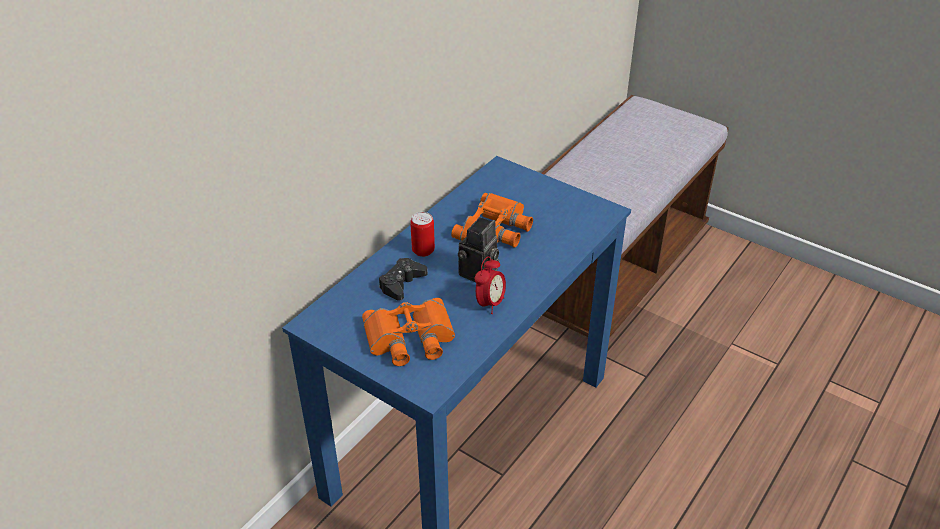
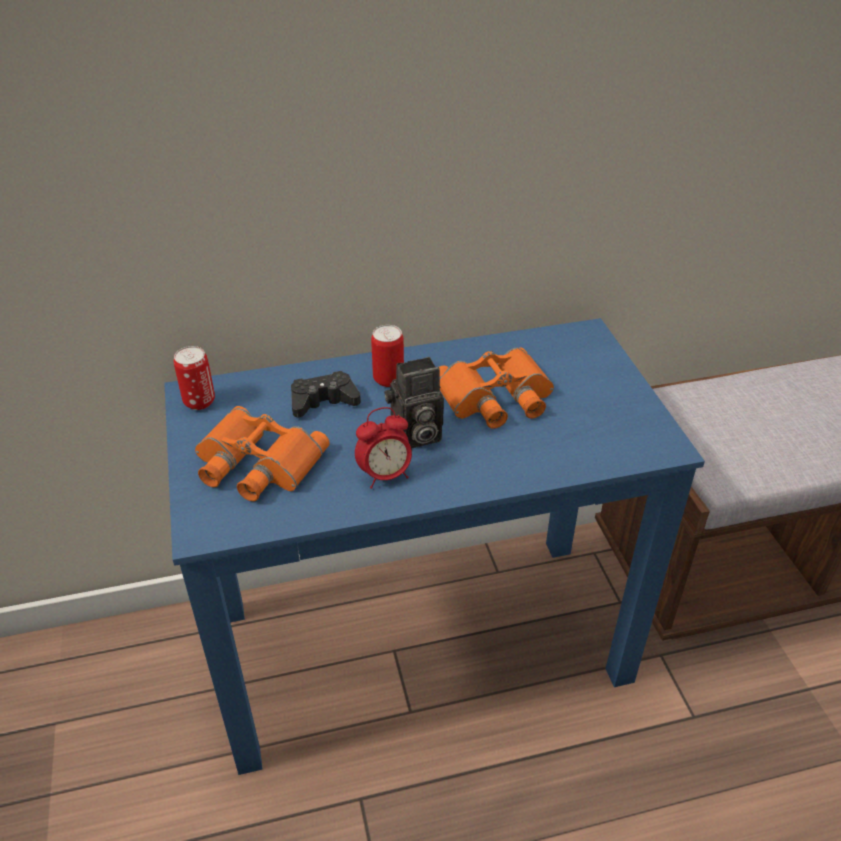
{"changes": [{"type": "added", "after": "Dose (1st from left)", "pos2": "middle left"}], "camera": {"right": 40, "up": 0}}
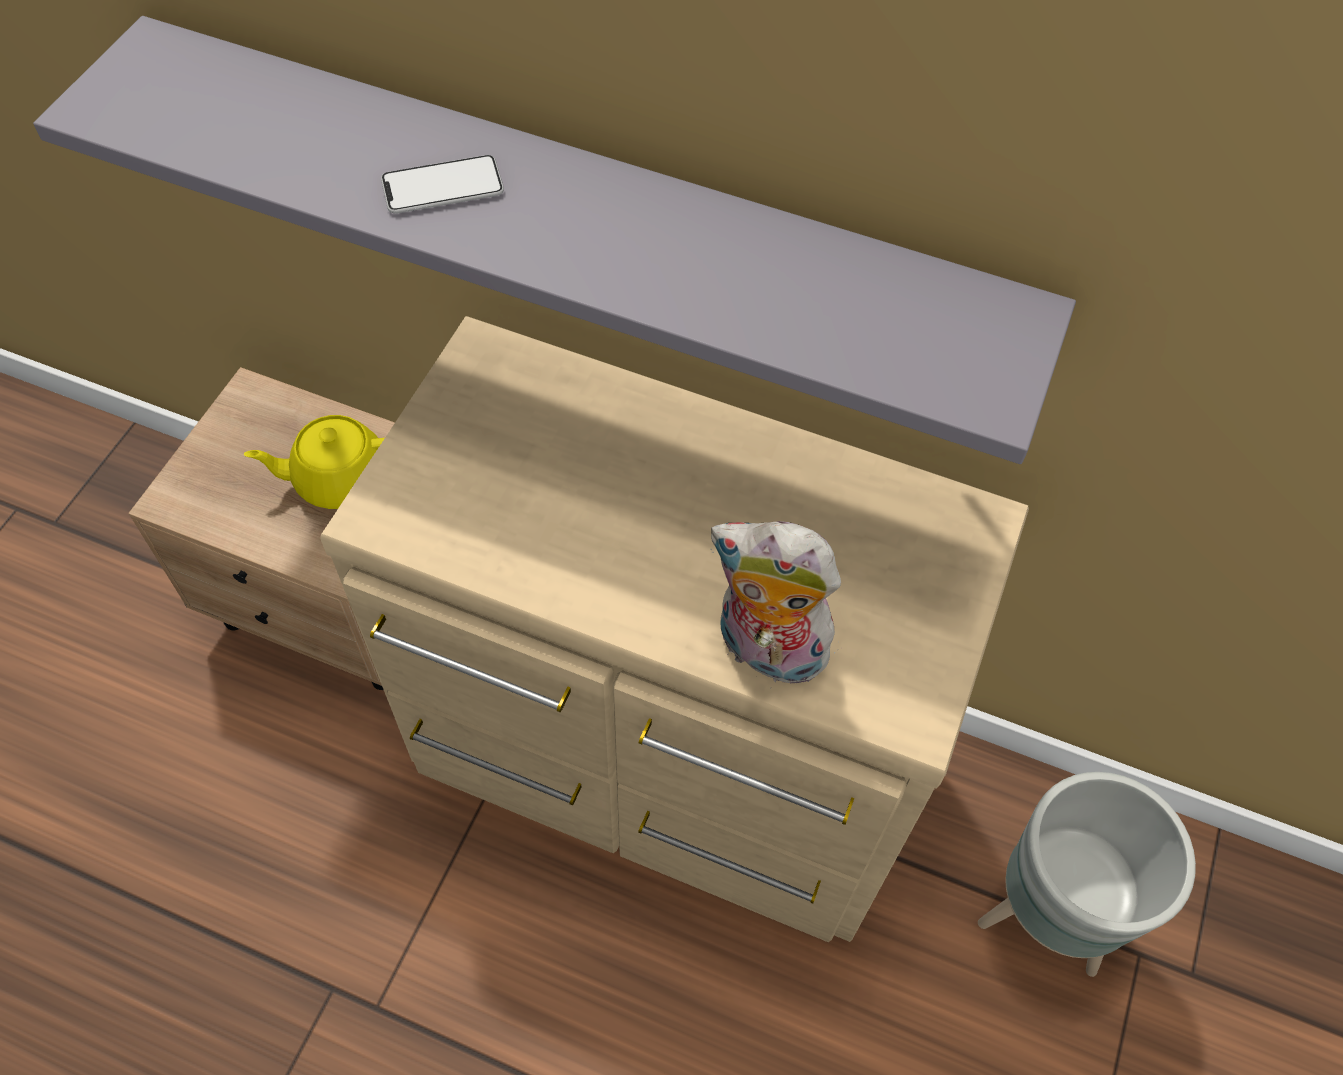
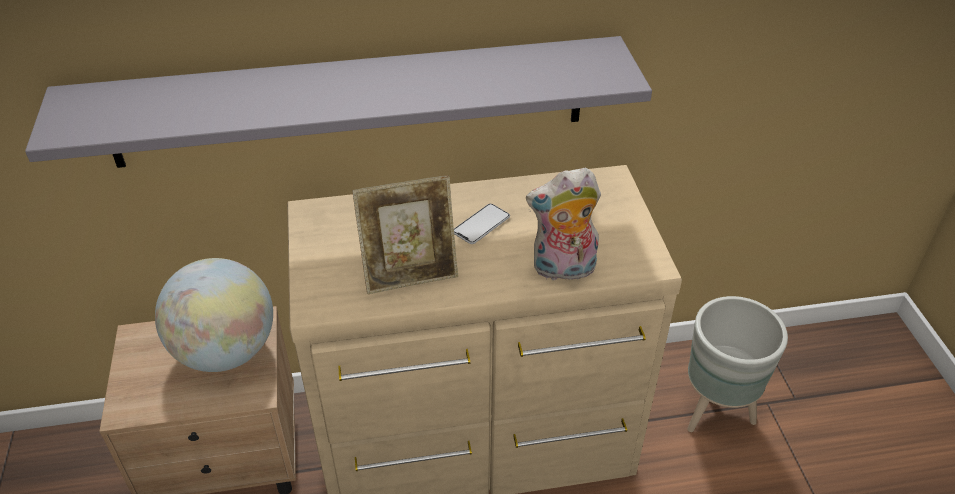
{"changes": [{"type": "added", "after": "Bilderrahmen", "pos2": "centre"}, {"type": "moved", "before": "Handy", "pos1": "top left", "pos2": "centre"}, {"type": "replaced", "before": "Teekanne [gelb]", "after": "Globus", "pos1": "middle left", "pos2": "middle left"}], "camera": {"right": -30, "up": -15}}
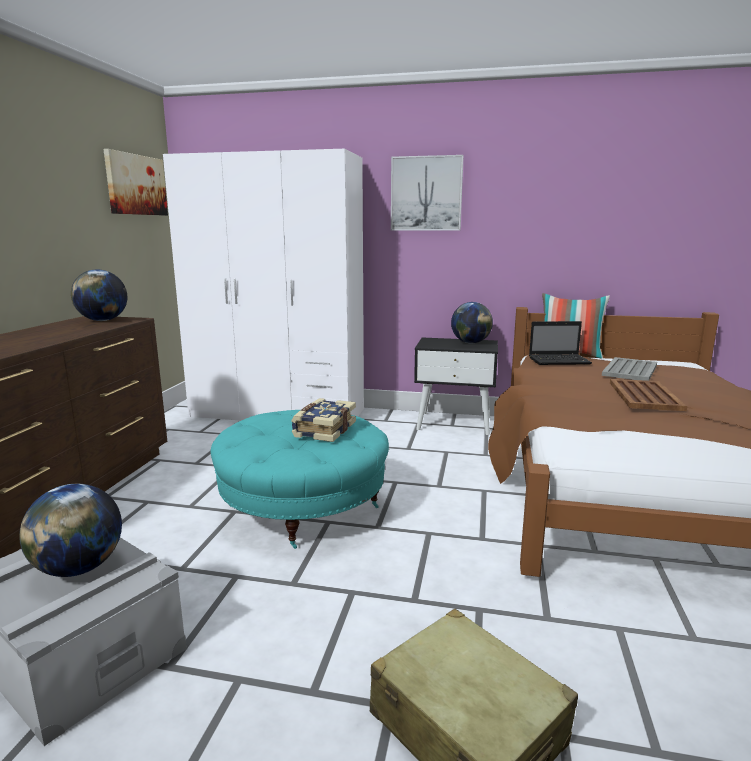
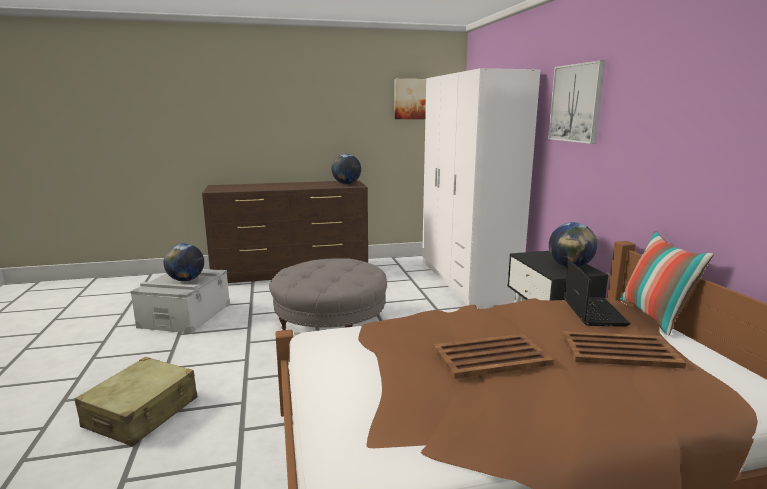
{"changes": [{"type": "removed", "before": "Buch", "pos1": "centre"}, {"type": "recoloured", "before": "Polsterhocker [türkis]", "after": "Polsterhocker [grau]", "pos1": "centre", "pos2": "centre"}, {"type": "recoloured", "before": "Tablett [grau]", "after": "Tablett [braun] (2nd from left)", "pos1": "middle right", "pos2": "bottom right"}, {"type": "turned", "before": "Laptop", "pos1": "middle right", "pos2": "middle right", "turn": -150}], "camera": {"right": 65, "up": 0}}
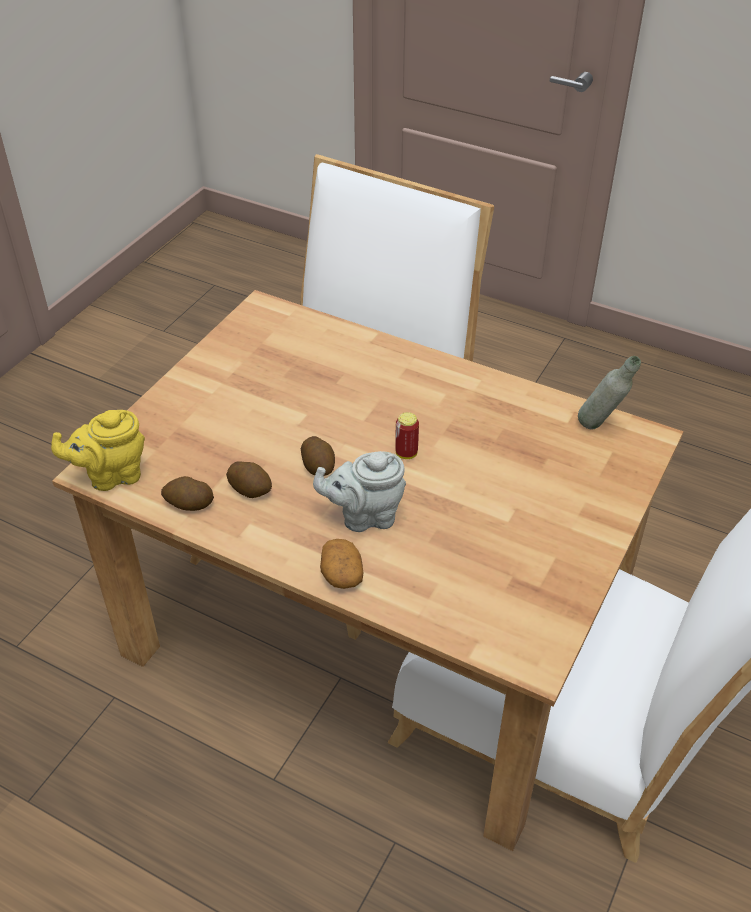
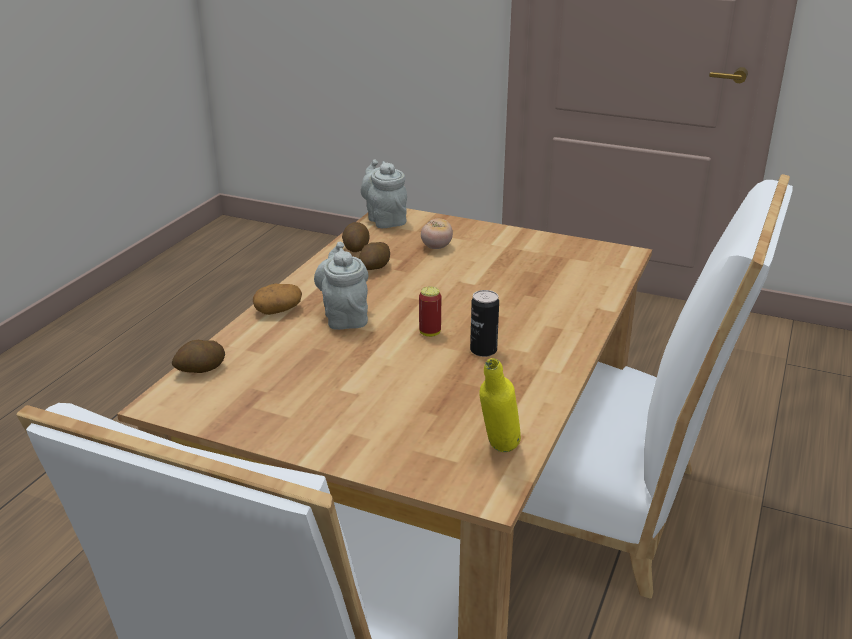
{"changes": [{"type": "added", "after": "Tomate", "pos2": "centre"}, {"type": "added", "after": "Dose (2nd from left)", "pos2": "centre"}, {"type": "moved", "before": "Kartoffel (3rd from left in the first image)", "after": "Kartoffel (1st from left)", "pos1": "centre", "pos2": "middle left"}, {"type": "recoloured", "before": "Teekanne [gelb]", "after": "Teekanne [grau] (2nd from left)", "pos1": "middle left", "pos2": "top centre"}, {"type": "recoloured", "before": "Flasche [grau]", "after": "Flasche [gelb]", "pos1": "middle right", "pos2": "centre"}], "camera": {"right": 85, "up": -15}}
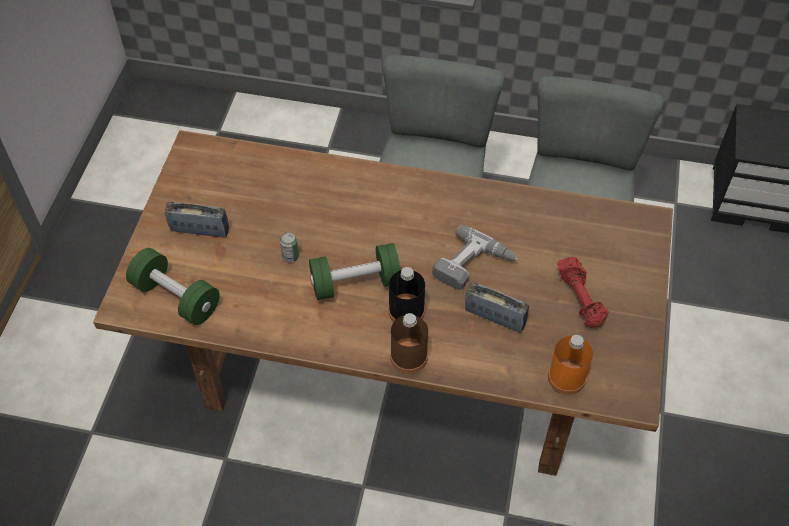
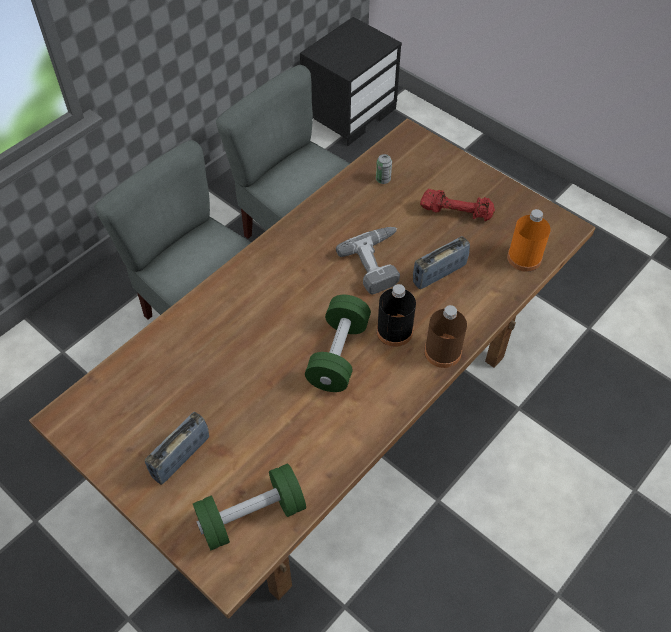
{"changes": [{"type": "moved", "before": "Dose", "pos1": "centre", "pos2": "top centre"}], "camera": {"right": -60, "up": 0}}
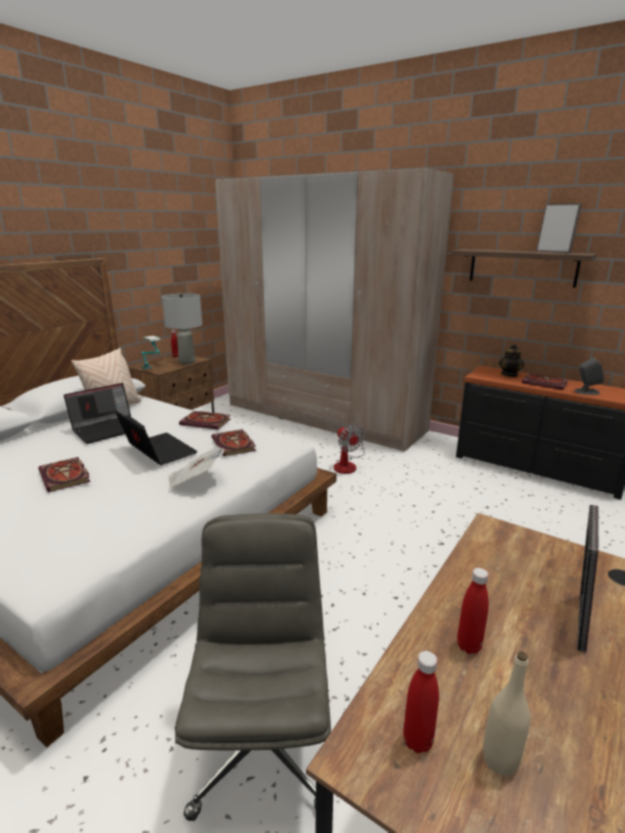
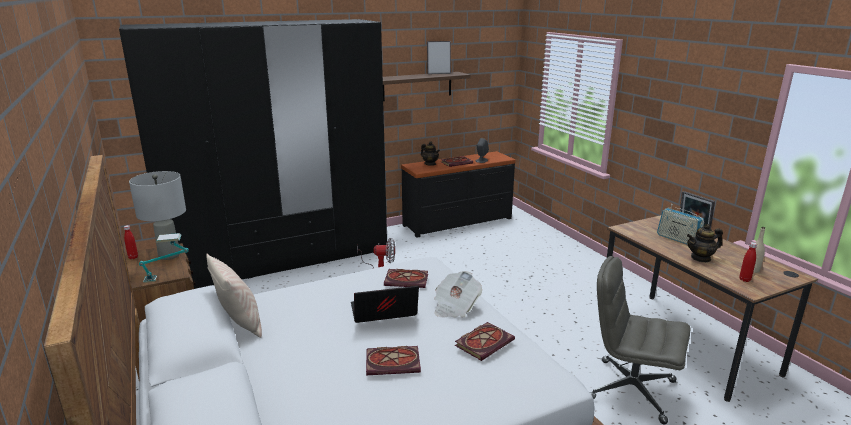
{"changes": [{"type": "removed", "before": "Laptop (1st from left)", "pos1": "middle left"}, {"type": "added", "after": "Radio", "pos2": "middle right"}, {"type": "moved", "before": "Buch (2nd from left in the first image)", "after": "Buch (4th from left)", "pos1": "middle left", "pos2": "bottom centre"}, {"type": "replaced", "before": "Flasche [rot] (3rd from left)", "after": "Teekanne (2nd from left)", "pos1": "bottom right", "pos2": "middle right"}, {"type": "recoloured", "before": "Kleiderschrank [beige]", "after": "Kleiderschrank [schwarz]", "pos1": "centre", "pos2": "middle left"}], "camera": {"right": -60, "up": 0}}
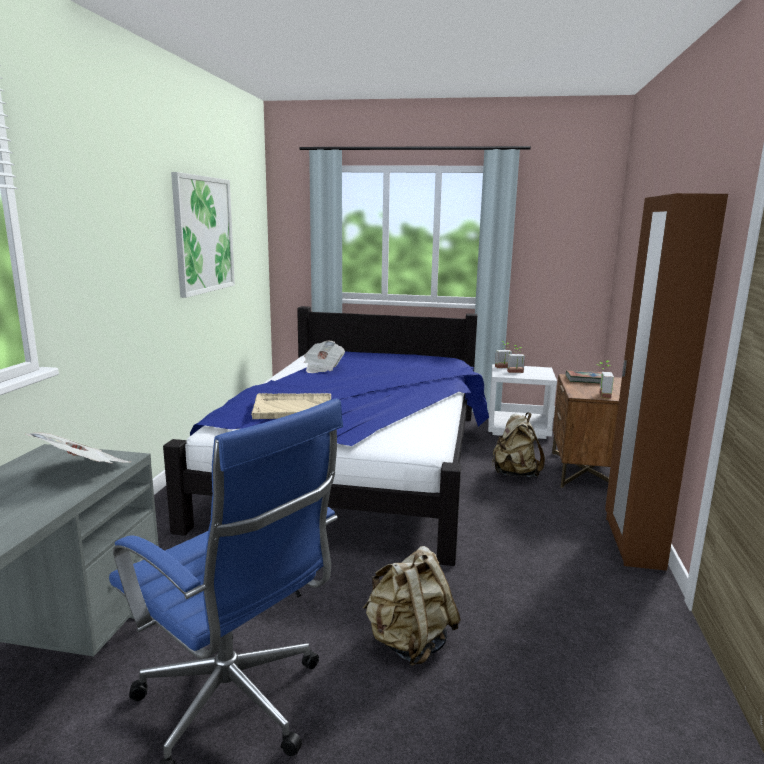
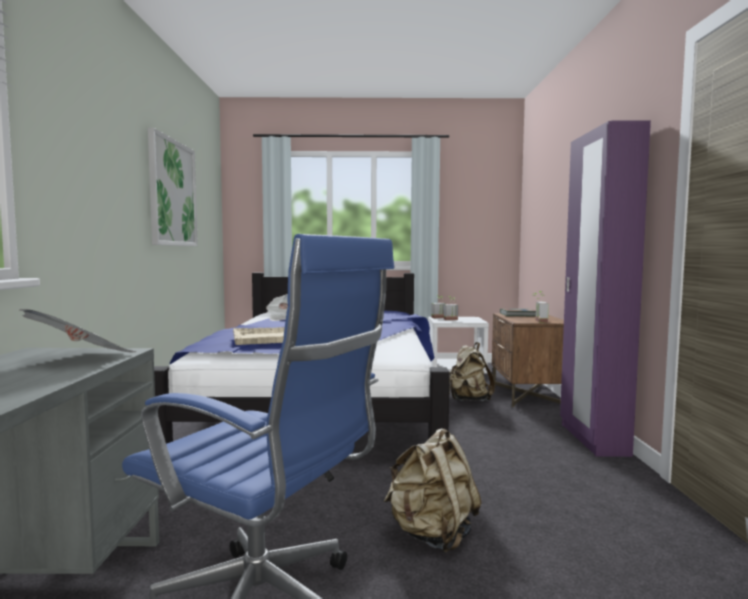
{"changes": [{"type": "recoloured", "before": "Kleiderschrank [braun]", "after": "Kleiderschrank [lila]", "pos1": "middle right", "pos2": "middle right"}], "camera": {"right": -10, "up": -10}}
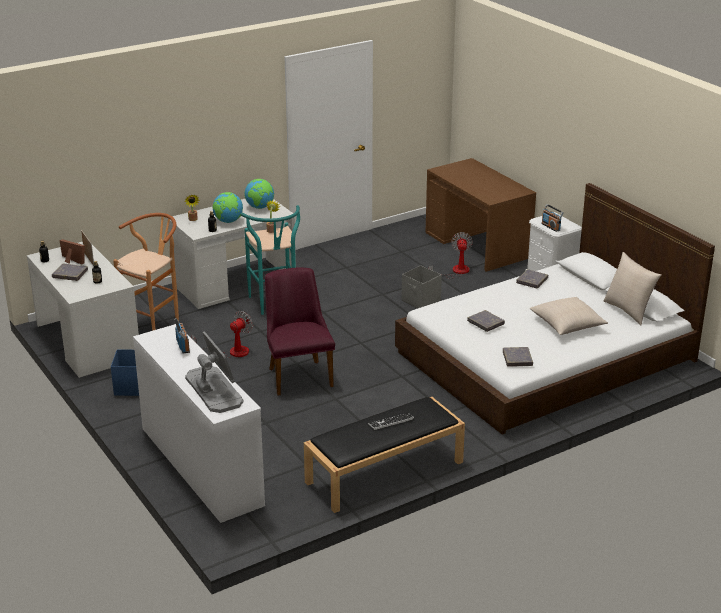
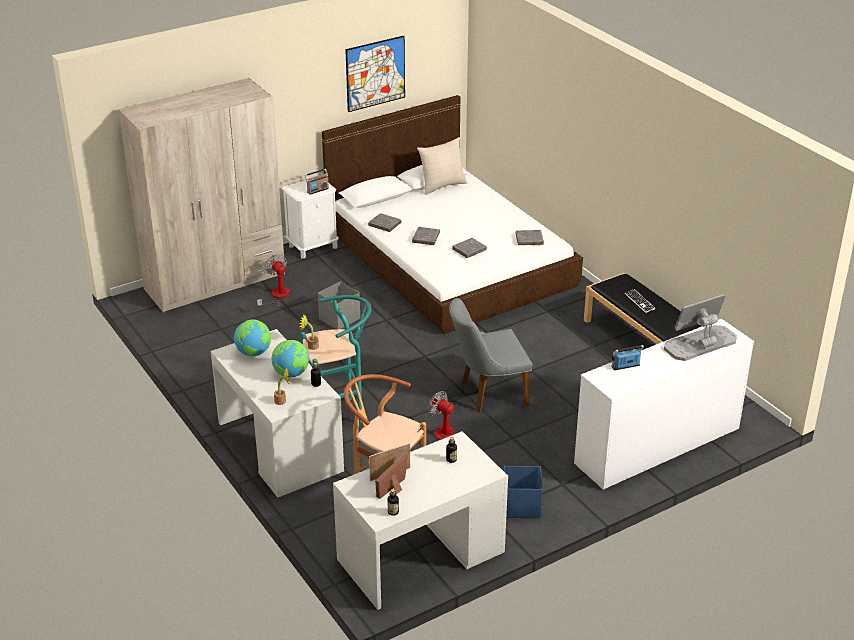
{"changes": [{"type": "removed", "before": "Kissen [beige] (1st from left)", "pos1": "middle right"}, {"type": "added", "after": "Bild", "pos2": "top centre"}, {"type": "moved", "before": "Buch [grau] (1st from left in the first image)", "after": "Buch [grau] (2nd from left)", "pos1": "middle left", "pos2": "centre"}, {"type": "replaced", "before": "Schreibtisch [braun]", "after": "Kleiderschrank [beige]", "pos1": "centre", "pos2": "top left"}, {"type": "recoloured", "before": "Stuhl [lila]", "after": "Stuhl [grau]", "pos1": "centre", "pos2": "centre"}, {"type": "turned", "before": "Ventilator (2nd from left in the first image)", "pos1": "centre", "pos2": "middle left", "turn": 60}], "camera": {"right": -90, "up": 5}}
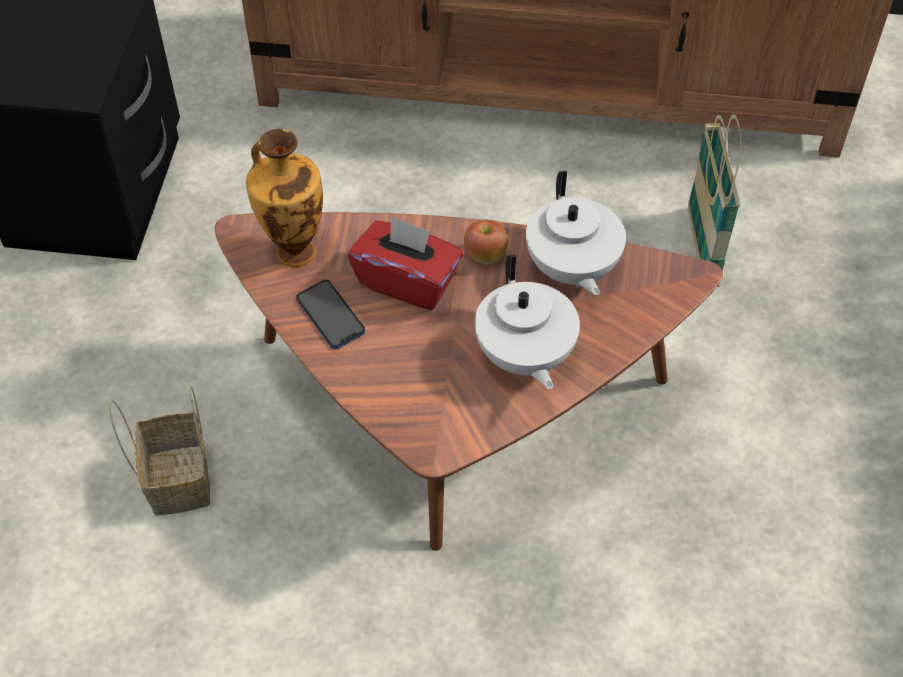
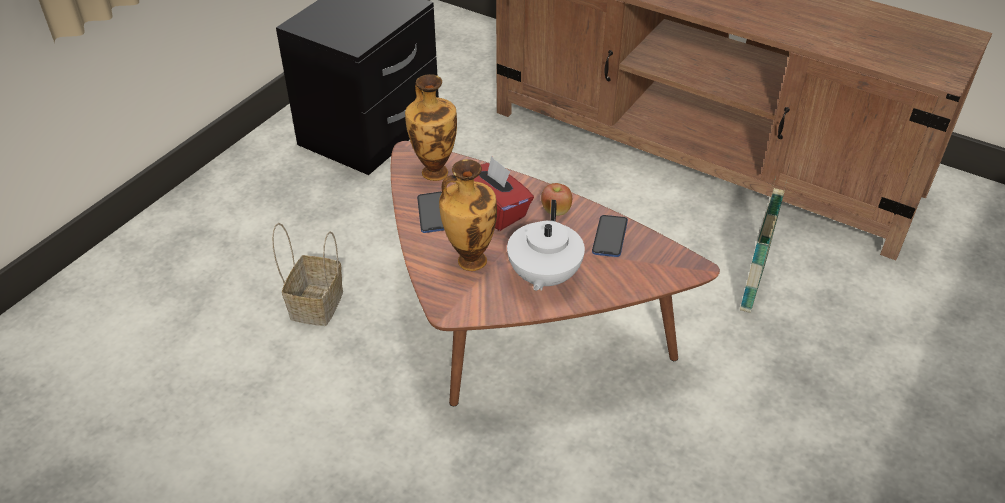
{"changes": [{"type": "added", "after": "Vase (2nd from left)", "pos2": "centre"}, {"type": "replaced", "before": "Teekanne [weiß] (2nd from left)", "after": "Handy (2nd from left)", "pos1": "centre", "pos2": "centre"}], "camera": {"right": 25, "up": -10}}
